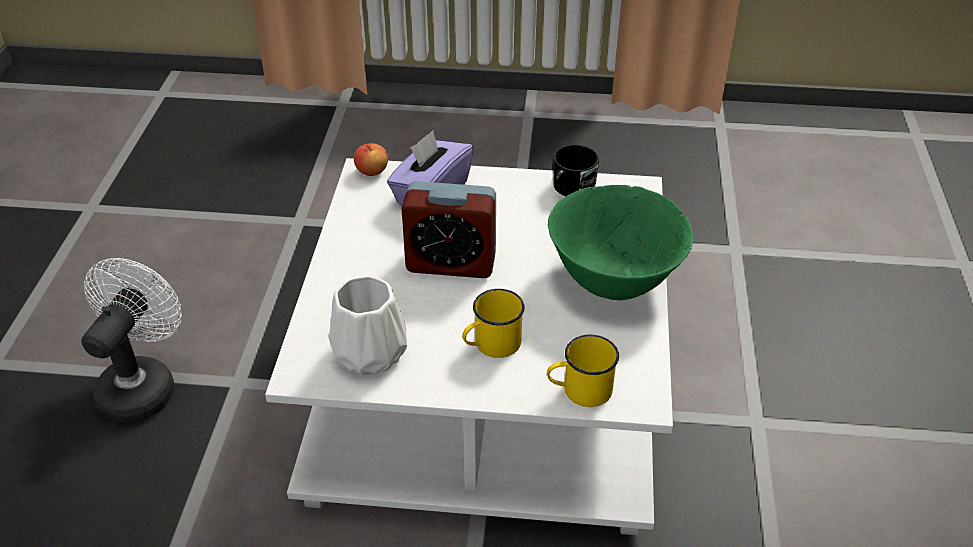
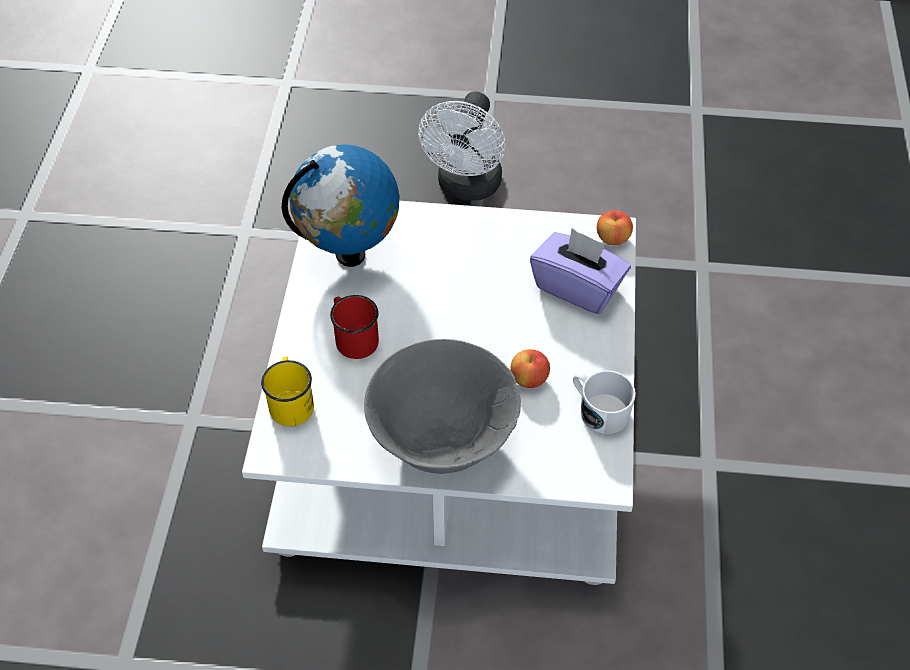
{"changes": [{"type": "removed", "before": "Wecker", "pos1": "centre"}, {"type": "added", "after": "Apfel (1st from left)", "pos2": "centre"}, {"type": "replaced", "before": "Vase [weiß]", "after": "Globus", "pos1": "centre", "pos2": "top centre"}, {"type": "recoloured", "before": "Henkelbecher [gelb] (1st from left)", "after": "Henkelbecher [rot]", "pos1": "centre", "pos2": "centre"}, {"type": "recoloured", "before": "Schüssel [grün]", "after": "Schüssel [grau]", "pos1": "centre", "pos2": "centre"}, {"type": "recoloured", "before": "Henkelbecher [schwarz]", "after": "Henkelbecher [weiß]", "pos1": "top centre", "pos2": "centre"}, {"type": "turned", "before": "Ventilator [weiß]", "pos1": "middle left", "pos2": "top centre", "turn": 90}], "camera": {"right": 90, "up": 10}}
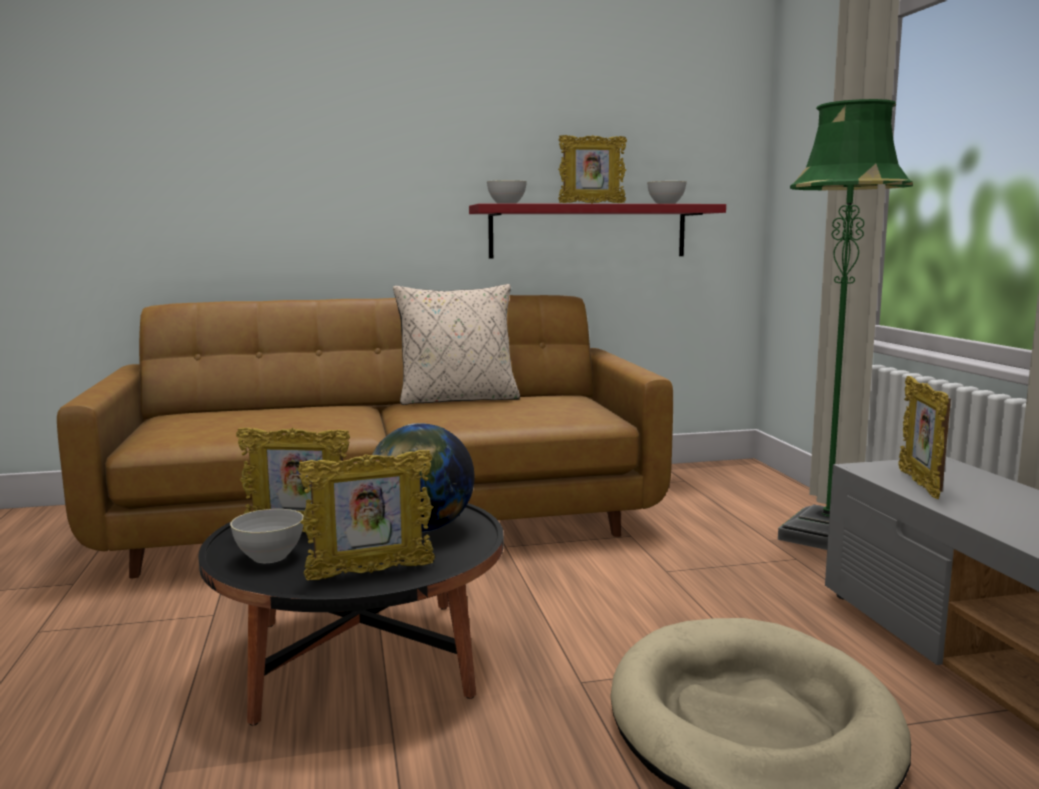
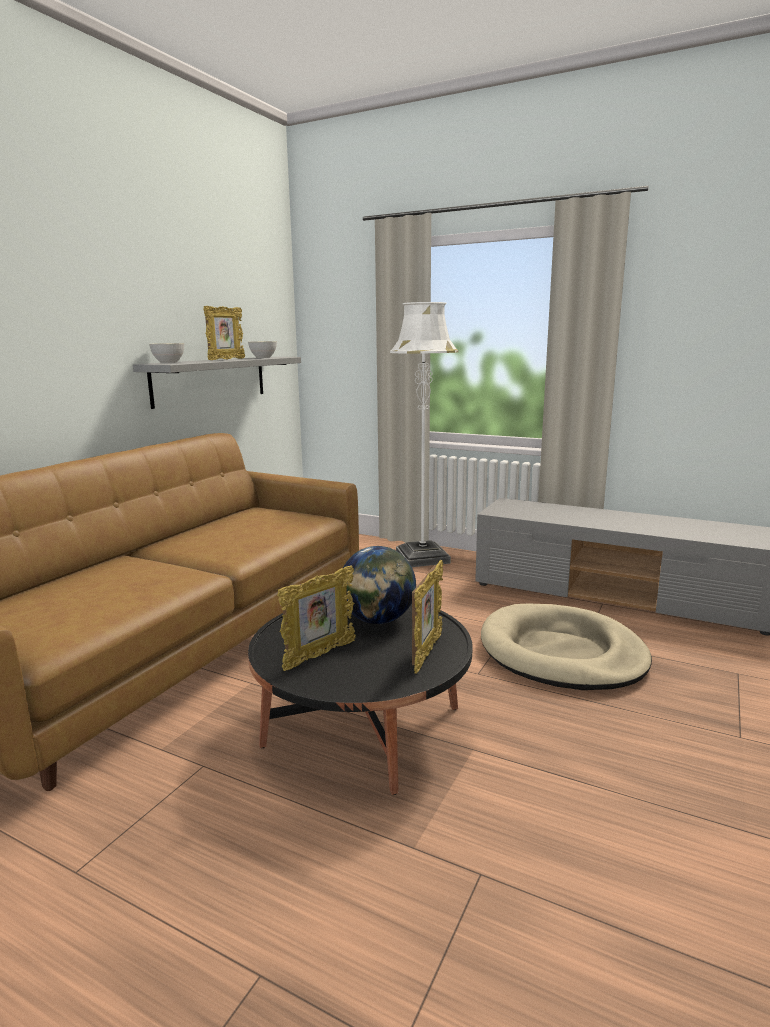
{"changes": [{"type": "removed", "before": "Schüssel [grau] (1st from left)", "pos1": "bottom left"}, {"type": "removed", "before": "Kissen [beige]", "pos1": "centre"}, {"type": "removed", "before": "Bilderrahmen (4th from left)", "pos1": "middle right"}, {"type": "recoloured", "before": "Wandregal [rot]", "after": "Wandregal [grau]", "pos1": "top centre", "pos2": "middle left"}, {"type": "recoloured", "before": "Stehlampe [grün]", "after": "Stehlampe [weiß]", "pos1": "middle right", "pos2": "centre"}], "camera": {"right": -50, "up": 5}}
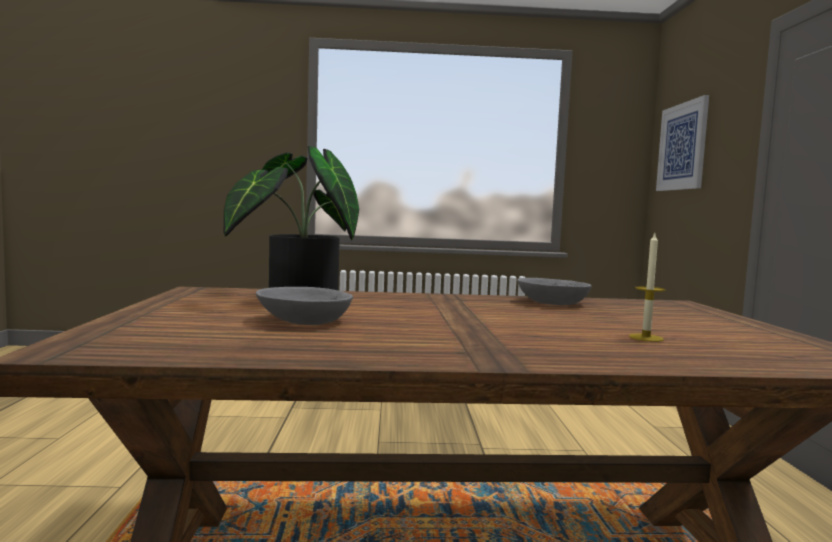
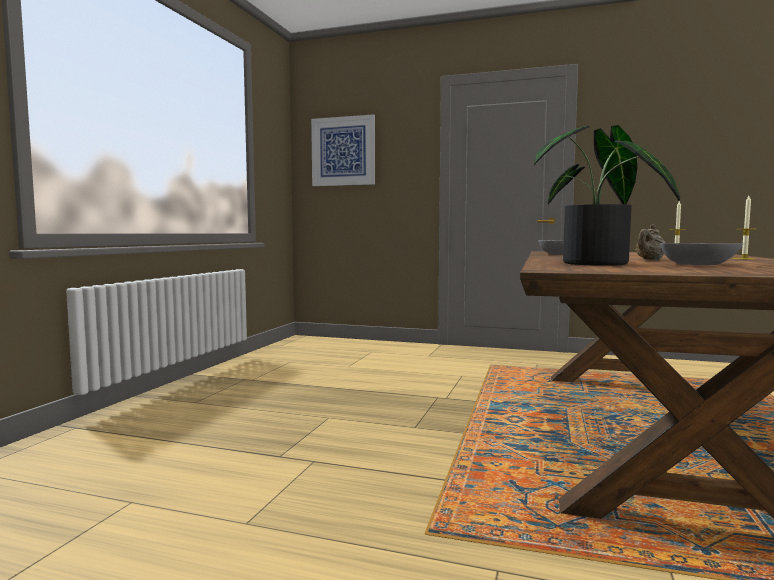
{"changes": [{"type": "added", "after": "Teekanne [beige]", "pos2": "middle right"}, {"type": "added", "after": "Kerze (2nd from left)", "pos2": "middle right"}], "camera": {"right": -70, "up": 0}}
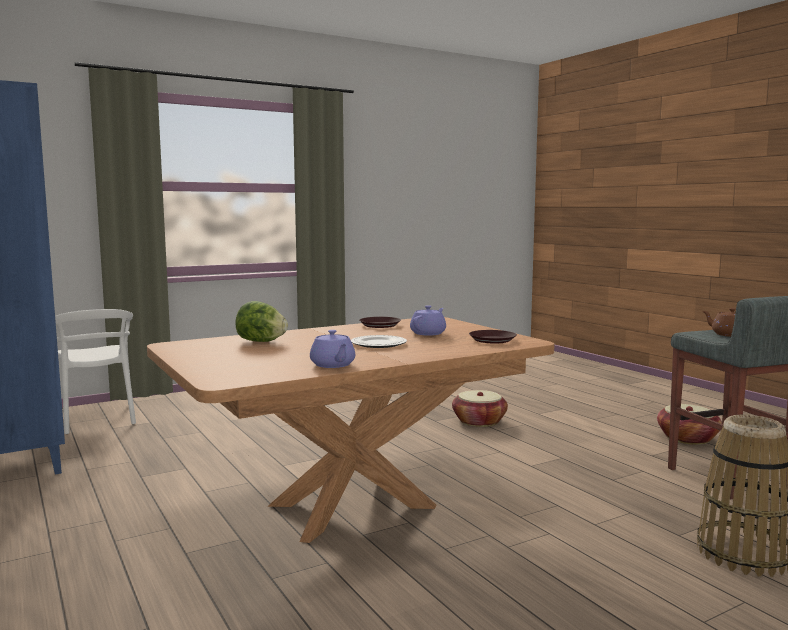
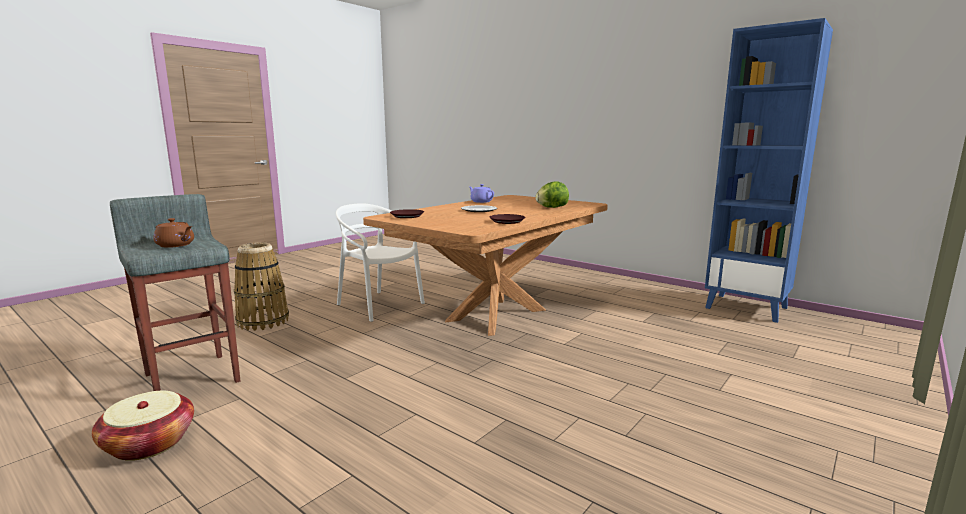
{"changes": [{"type": "removed", "before": "Teekanne [lila] (2nd from left)", "pos1": "centre"}, {"type": "removed", "before": "Korb (1st from left)", "pos1": "centre"}, {"type": "moved", "before": "Stuhl [weiß]", "pos1": "middle left", "pos2": "centre"}], "camera": {"right": 160, "up": 5}}
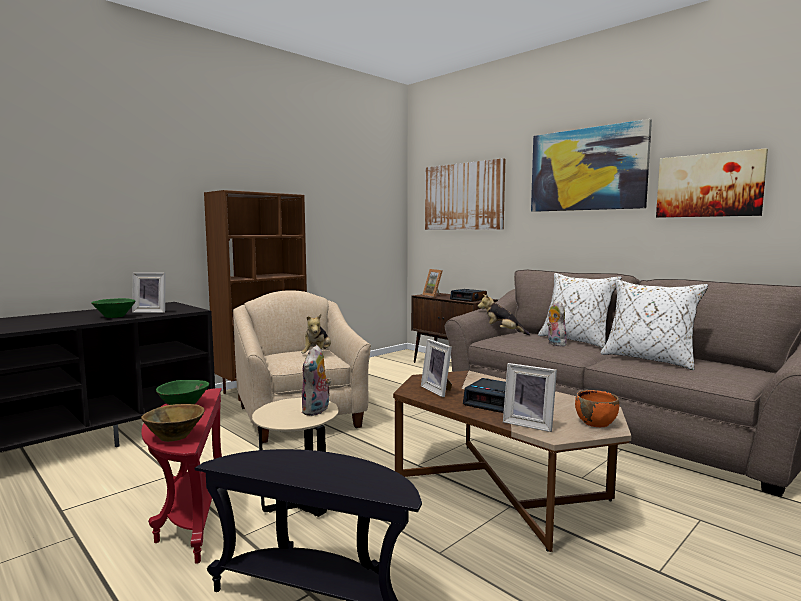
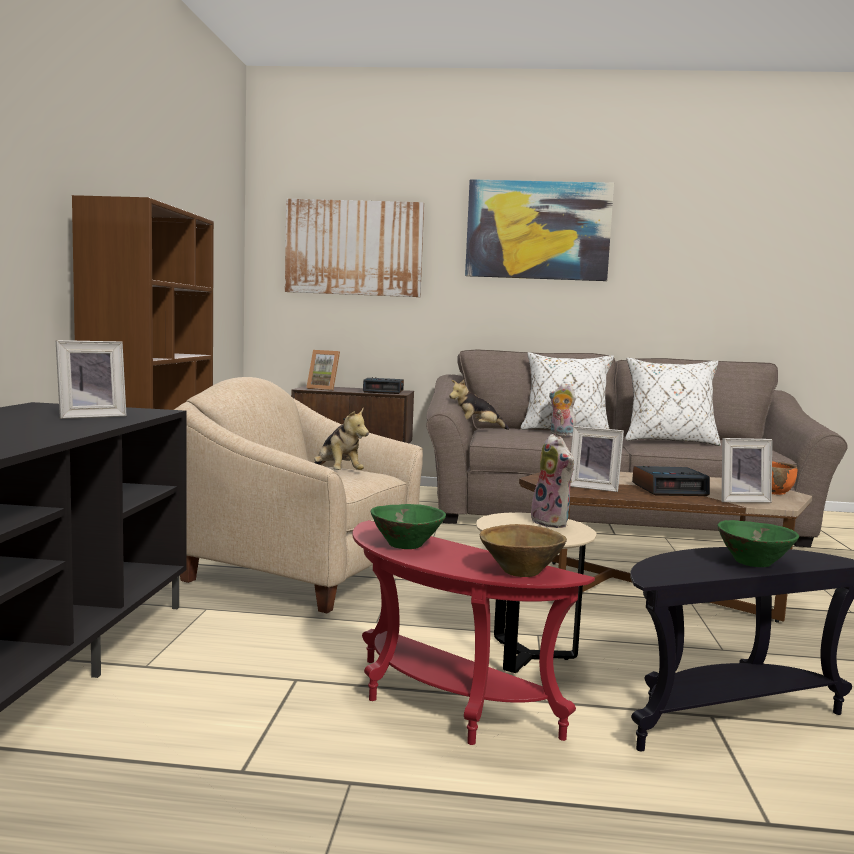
{"changes": [{"type": "removed", "before": "Bild (3rd from left)", "pos1": "top right"}, {"type": "moved", "before": "Schüssel [grün] (1st from left in the first image)", "after": "Schüssel [grün] (2nd from left)", "pos1": "middle left", "pos2": "middle right"}], "camera": {"right": -40, "up": 0}}
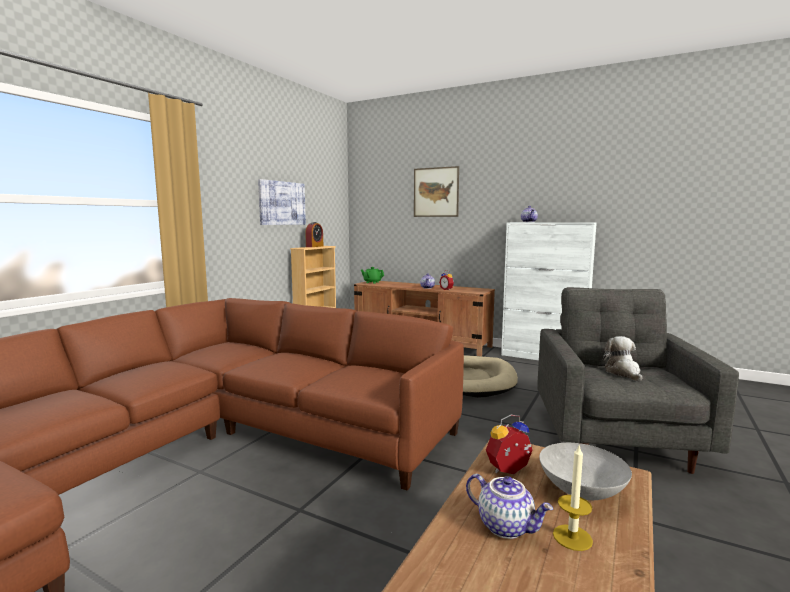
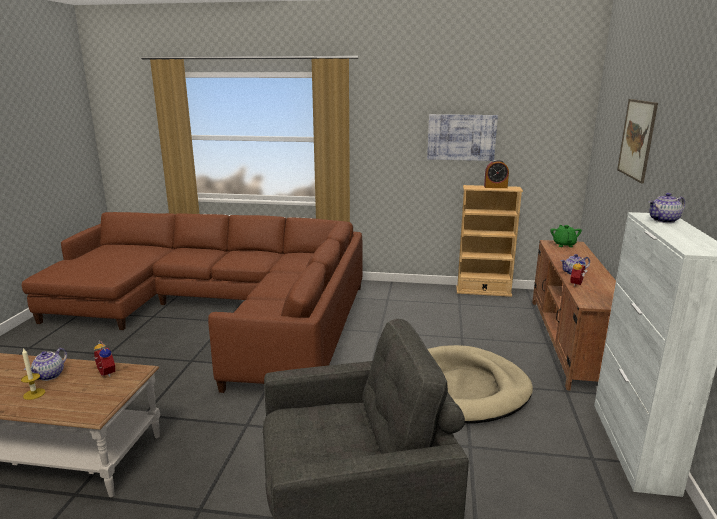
{"changes": [{"type": "removed", "before": "Schüssel [grau]", "pos1": "bottom right"}, {"type": "removed", "before": "Plüschtier", "pos1": "middle right"}], "camera": {"right": 70, "up": 10}}
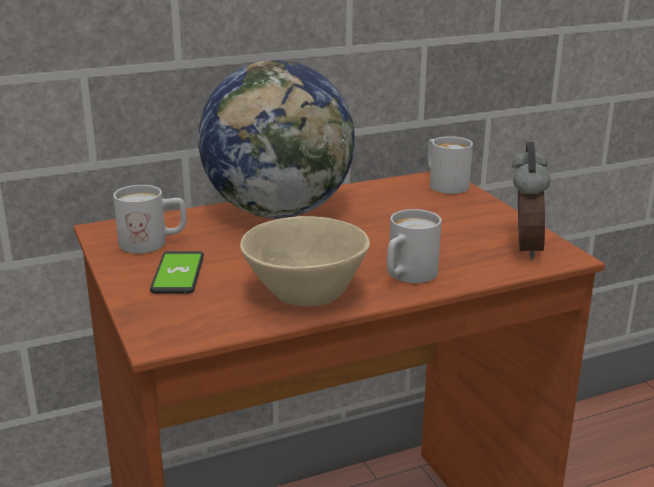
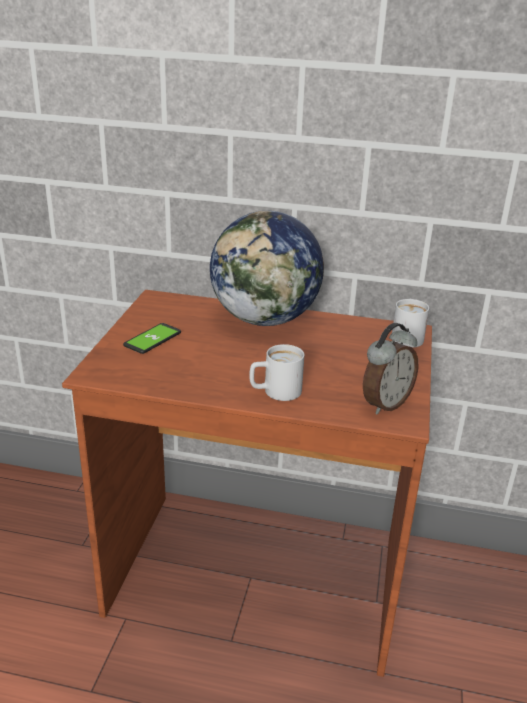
{"changes": [{"type": "removed", "before": "Henkelbecher [weiß] (1st from left)", "pos1": "middle left"}, {"type": "removed", "before": "Schüssel [beige]", "pos1": "centre"}], "camera": {"right": 35, "up": 5}}
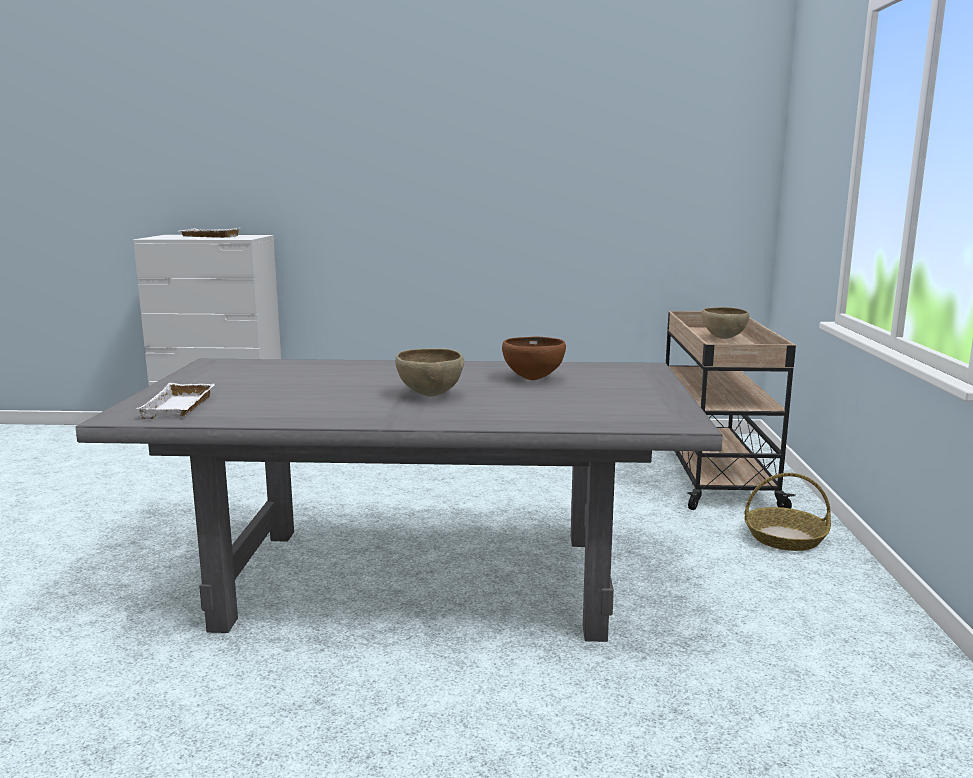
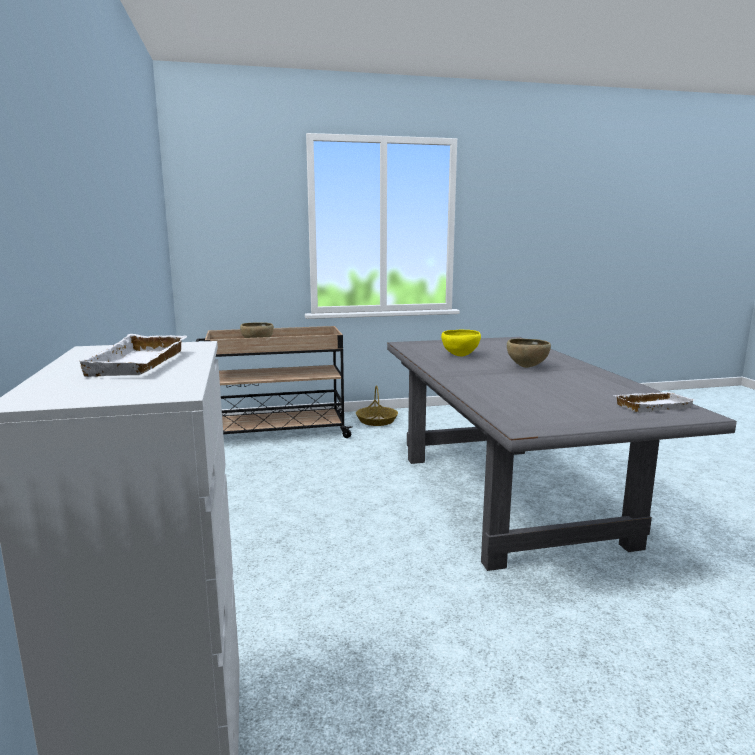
{"changes": [{"type": "recoloured", "before": "Schüssel [braun] (2nd from left)", "after": "Schüssel [gelb]", "pos1": "centre", "pos2": "centre"}], "camera": {"right": -105, "up": 0}}
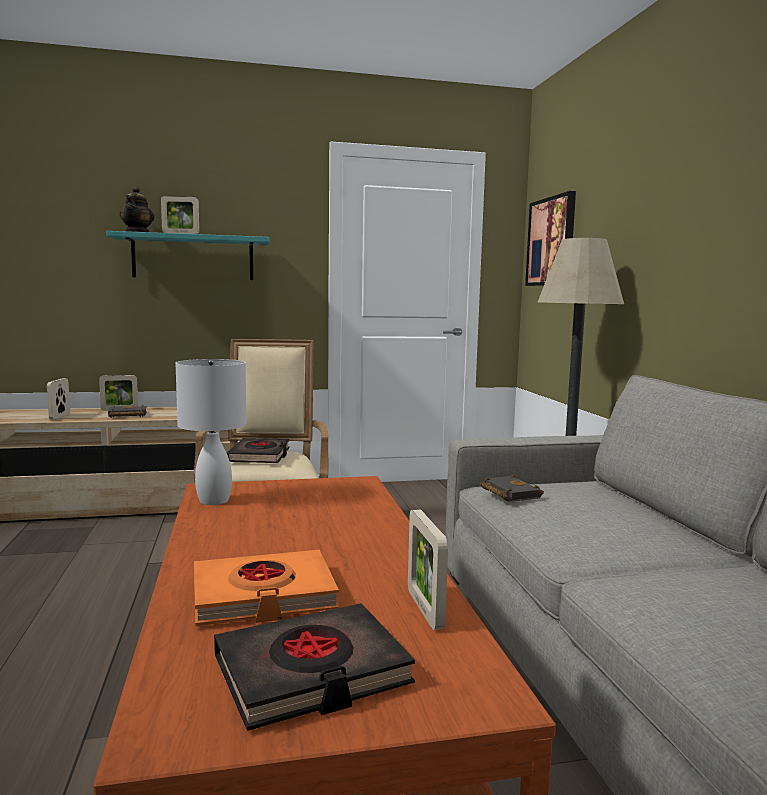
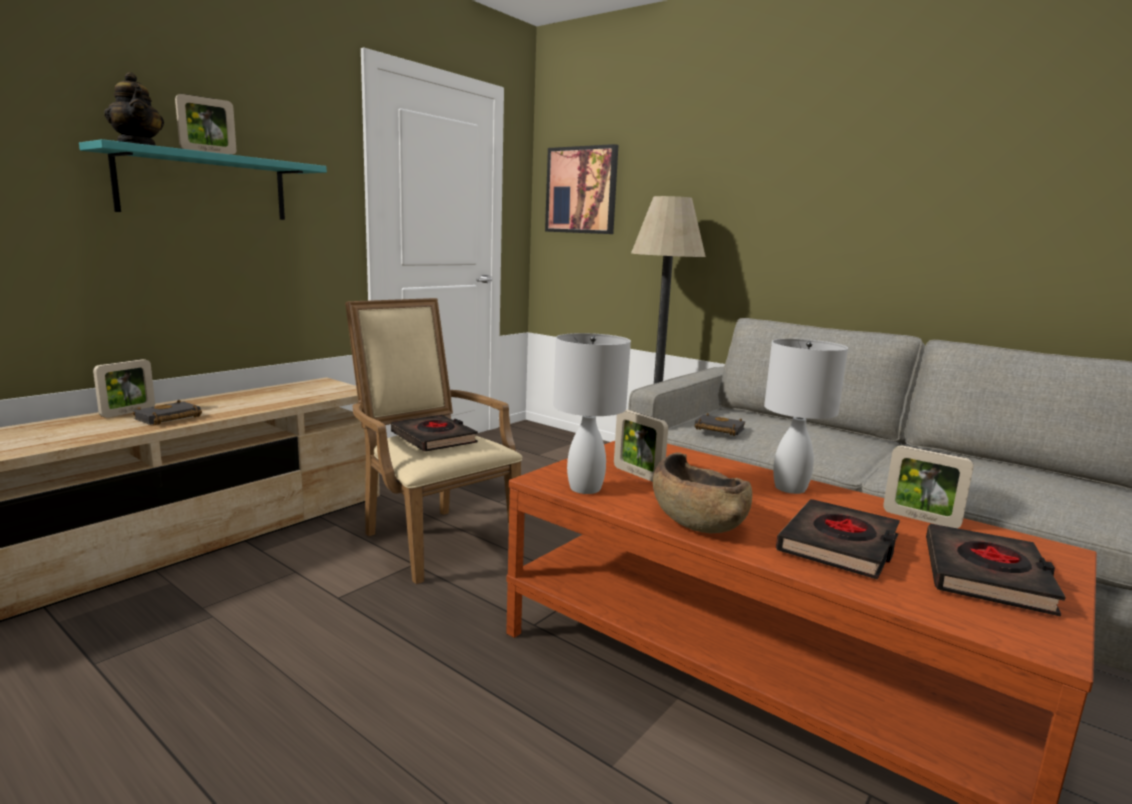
{"changes": [{"type": "added", "after": "Schüssel [braun]", "pos2": "centre"}, {"type": "added", "after": "Tischlampe [weiß] (2nd from left)", "pos2": "middle right"}, {"type": "moved", "before": "Bilderrahmen (1st from left in the first image)", "after": "Bilderrahmen (3rd from left)", "pos1": "middle left", "pos2": "centre"}, {"type": "recoloured", "before": "Buch [orange]", "after": "Buch [schwarz] (4th from left)", "pos1": "bottom centre", "pos2": "bottom right"}], "camera": {"right": -40, "up": 5}}
